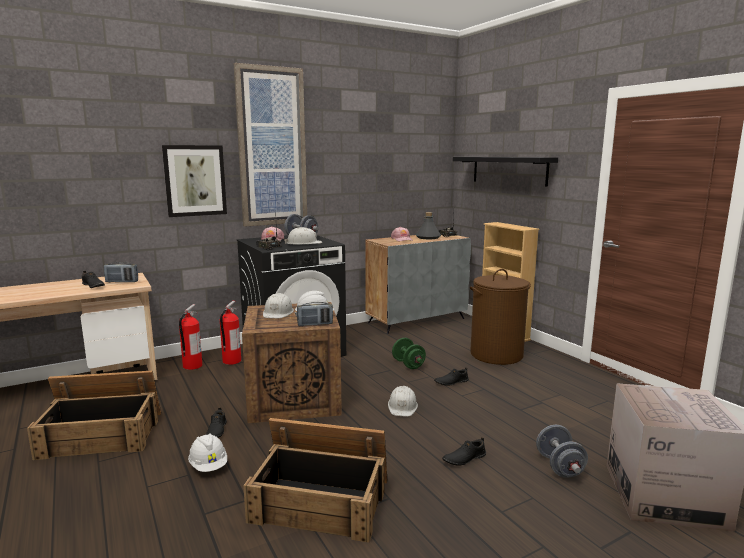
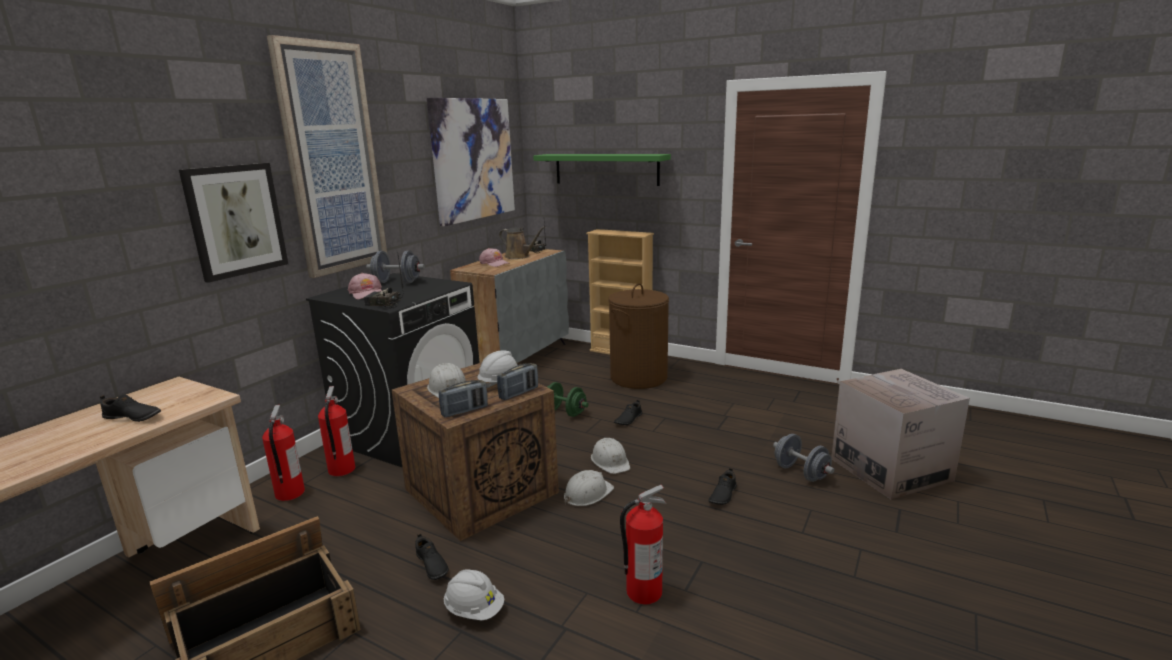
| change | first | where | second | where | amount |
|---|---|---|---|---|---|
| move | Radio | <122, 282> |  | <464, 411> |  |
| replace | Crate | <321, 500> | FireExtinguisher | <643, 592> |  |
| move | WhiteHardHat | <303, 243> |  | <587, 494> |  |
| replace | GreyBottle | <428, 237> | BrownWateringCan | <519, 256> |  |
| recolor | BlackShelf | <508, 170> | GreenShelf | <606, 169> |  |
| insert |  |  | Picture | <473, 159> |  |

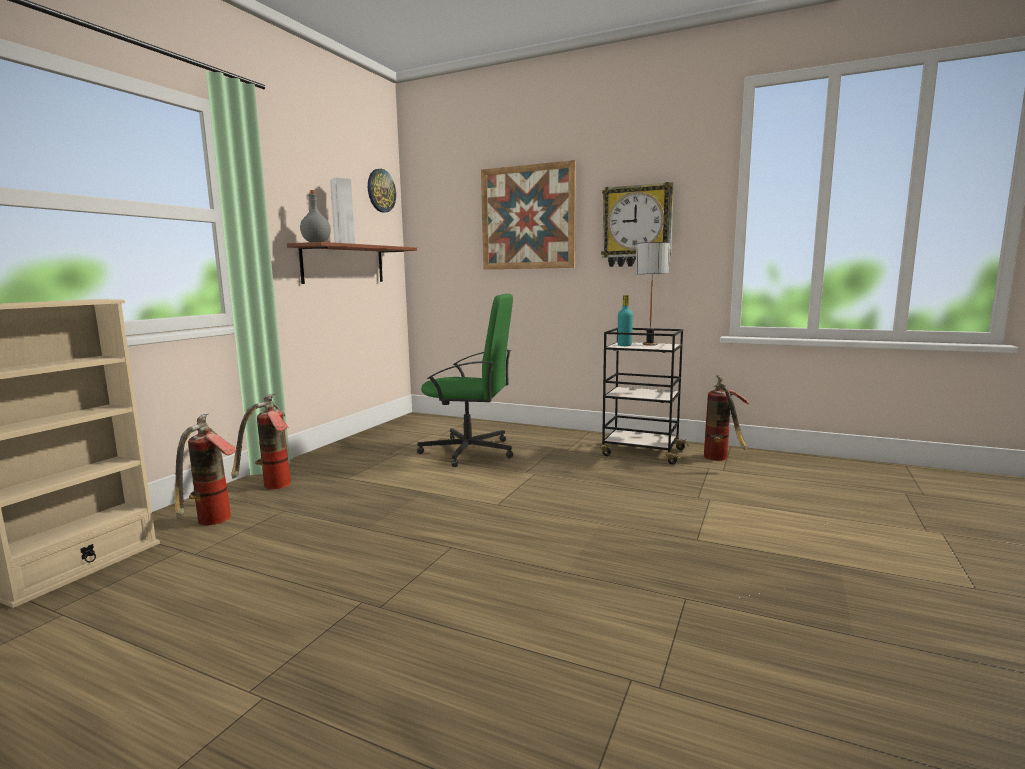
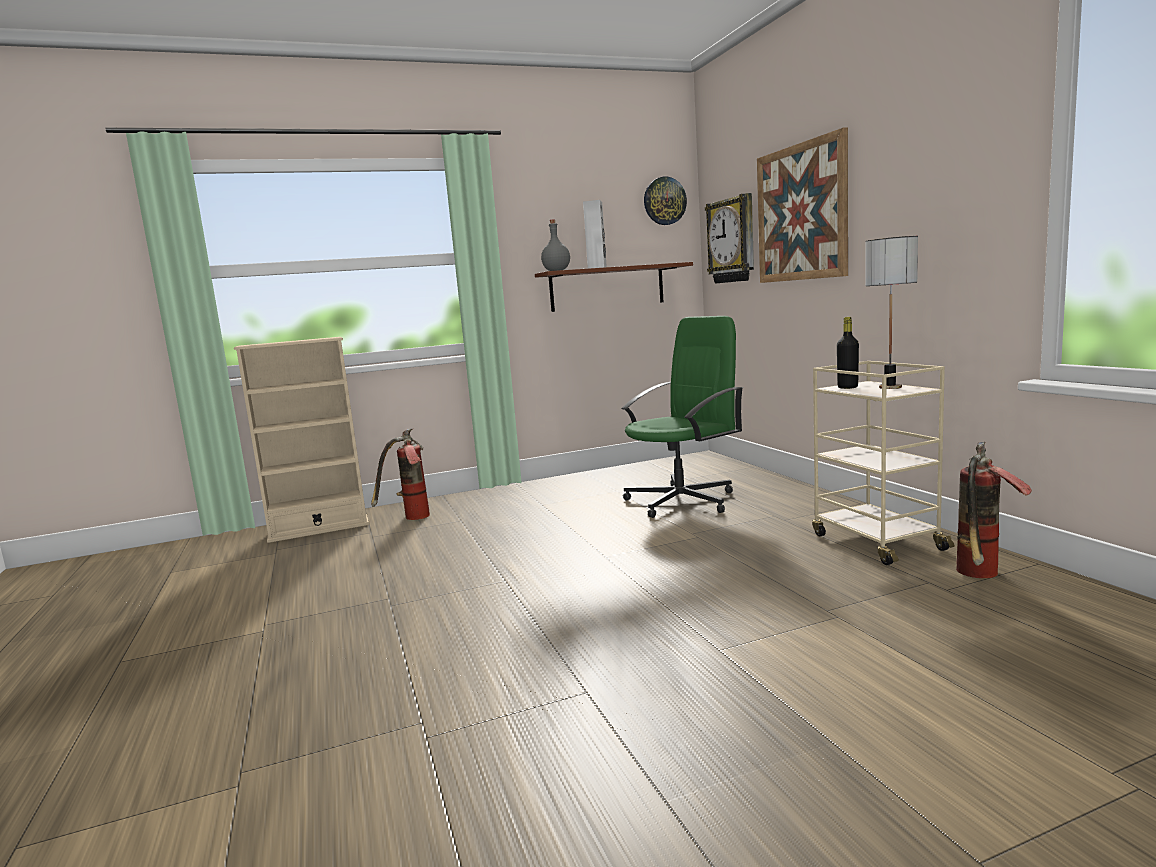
| change | first | where | second | where | amount |
|---|---|---|---|---|---|
| delete | FireExtinguisher | <271, 488> |  |  |  |
| rotate | GreenOfficeChair | <469, 451> |  | <682, 500> | 90 degrees counterclockwise |
| recolor | BlackCart | <641, 452> | BeigeCart | <875, 541> |  |
| move | WallClock | <637, 226> |  | <732, 240> |  |
| recolor | TurquoiseBottle | <624, 345> | BlackBottle | <847, 387> |  |

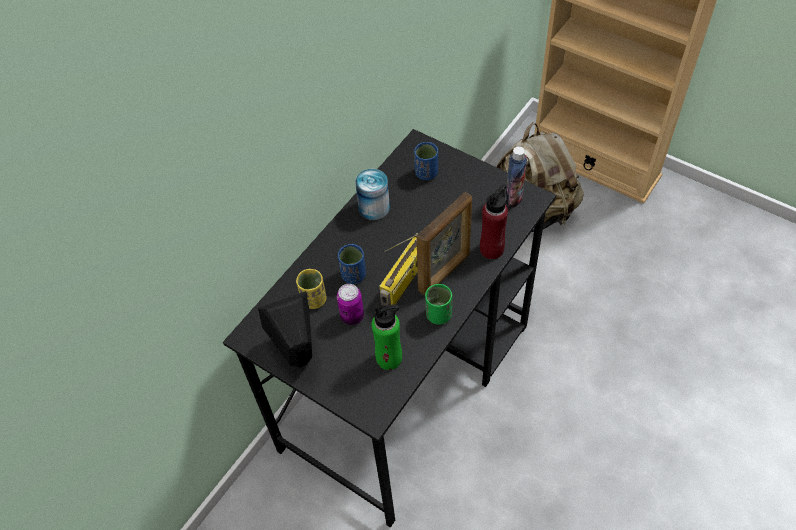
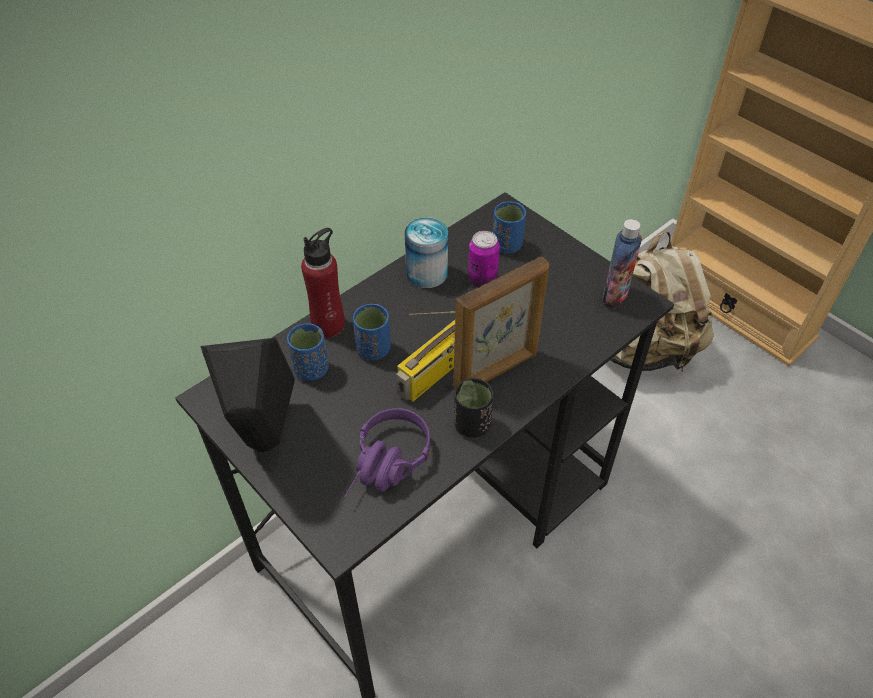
| change | first | where | second | where | amount |
|---|---|---|---|---|---|
| recolor | YellowCup | <314, 299> | BlueCup | <311, 369> |  |
| move | Can | <352, 316> |  | <482, 280> |  |
| replace | GreenBottle | <389, 358> | PurpleHeadphones | <386, 468> |  |
| recolor | GreenCup | <438, 315> | BlackCup | <472, 424> |  |
| move | RedBottle | <492, 249> |  | <328, 325> |  |

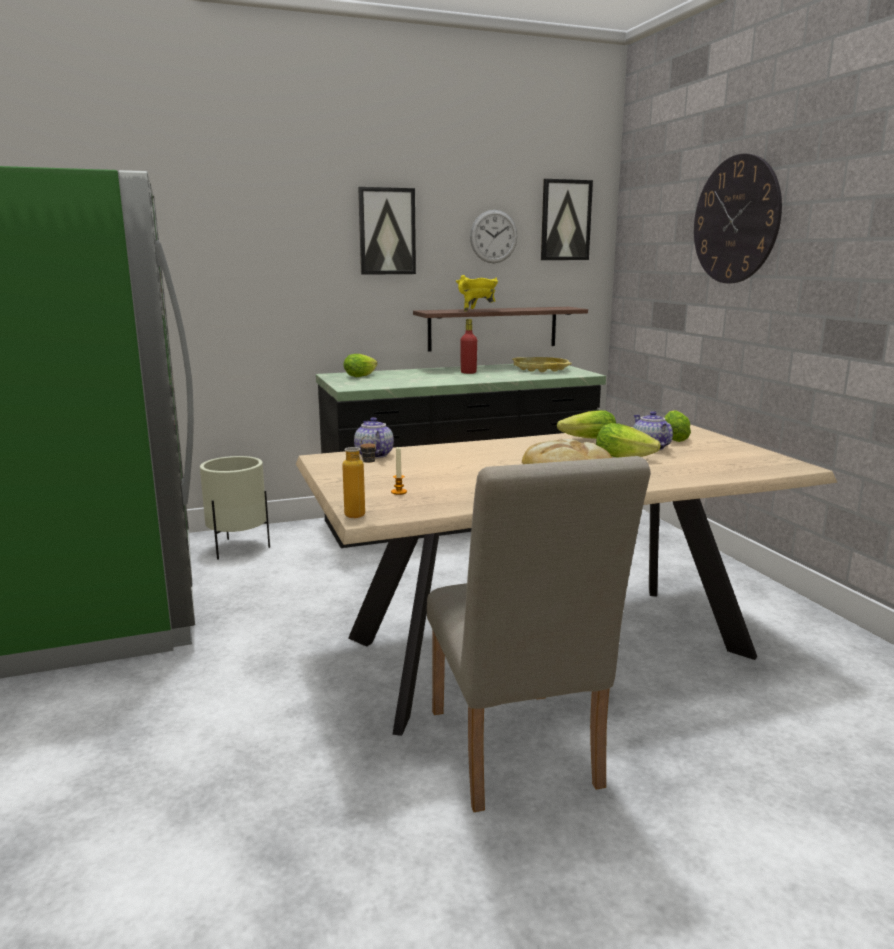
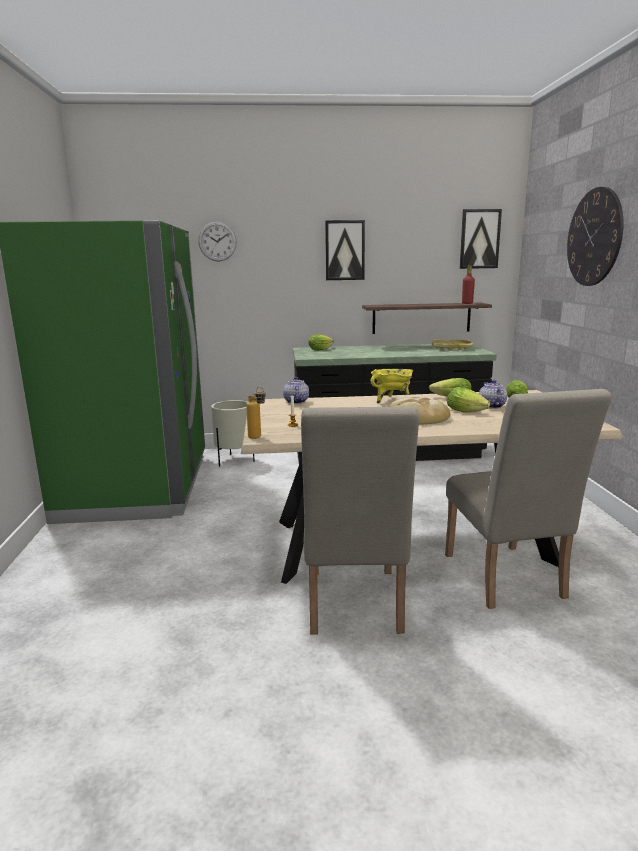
| change | first | where | second | where | amount |
|---|---|---|---|---|---|
| move | YellowCookingPot | <476, 310> |  | <391, 400> |  |
| move | RedBottle | <468, 373> |  | <467, 303> |  |
| move | WallClock | <493, 236> |  | <217, 241> |  |
| insert |  |  | BeigeChair | <506, 580> |  |

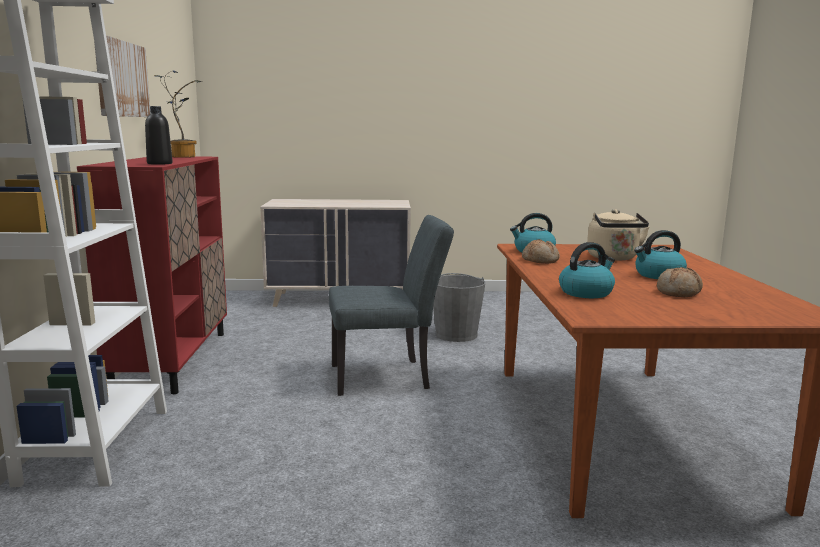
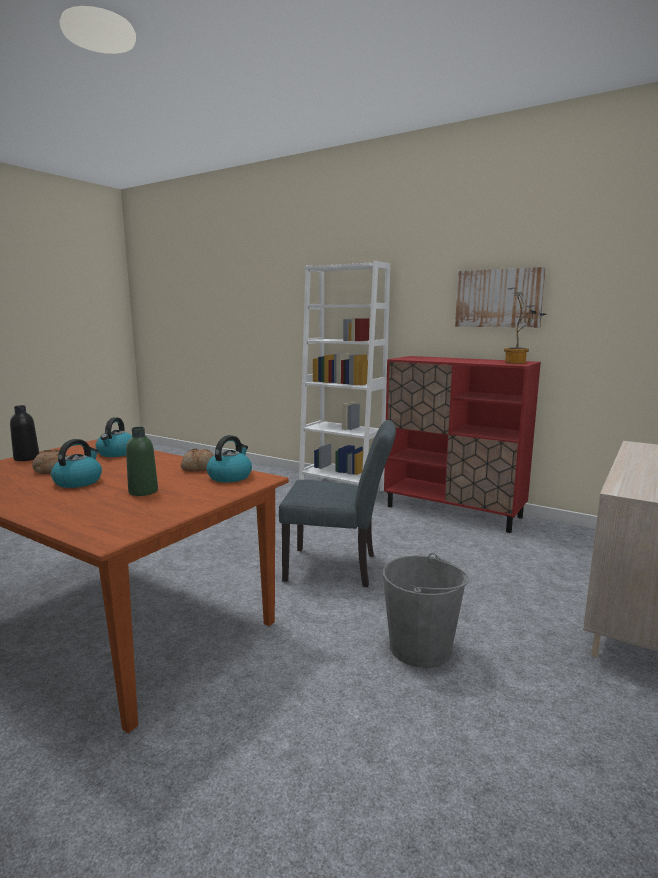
| change | first | where | second | where | amount |
|---|---|---|---|---|---|
| move | BlackBottle | <159, 163> |  | <26, 458> |  |
| rotate | GreyChair | <388, 376> |  | <339, 568> | 105 degrees counterclockwise |
| replace | BeigeKettle | <614, 258> | GreenBottle | <143, 492> |  |

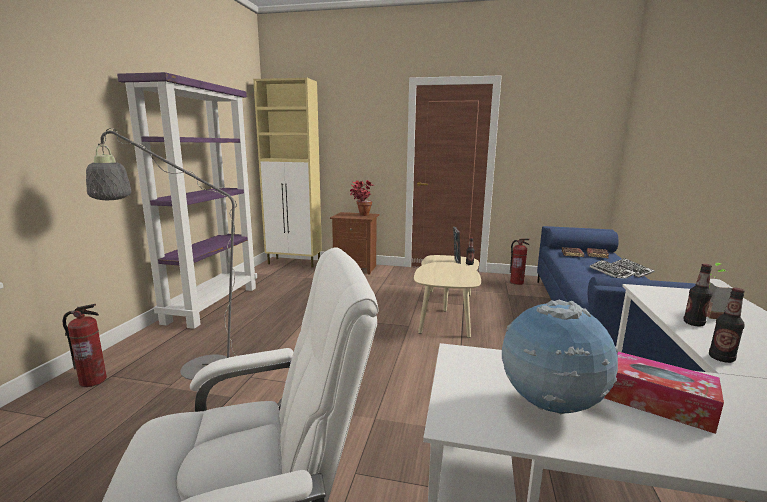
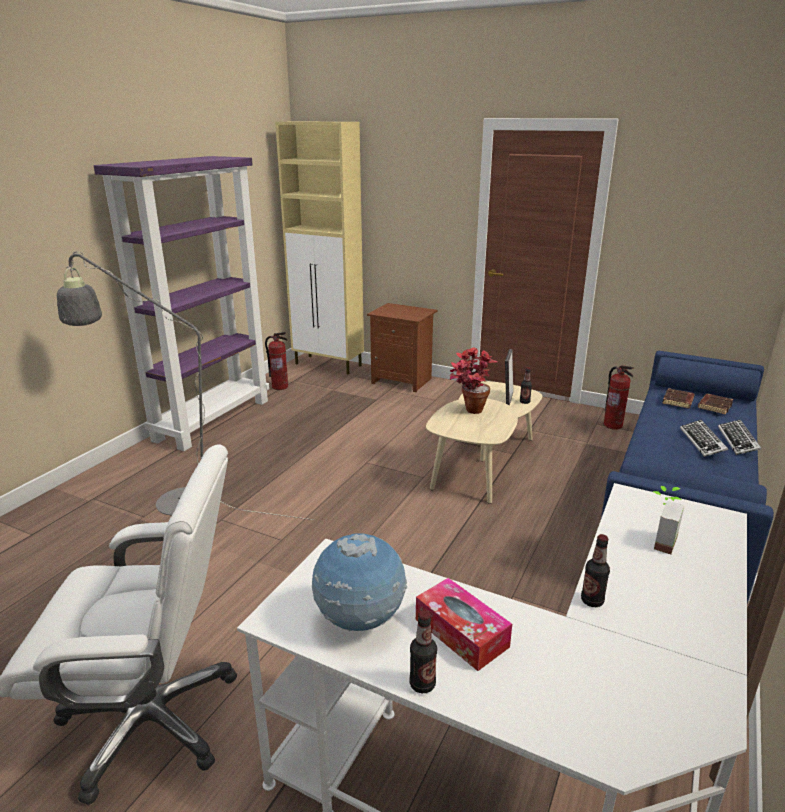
| change | first | where | second | where | amount |
|---|---|---|---|---|---|
| move | FireExtinguisher | <93, 380> |  | <280, 387> |  |
| move | PottedPlant | <361, 215> |  | <468, 411> |  |
| move | Bottle | <693, 323> |  | <422, 684> |  |

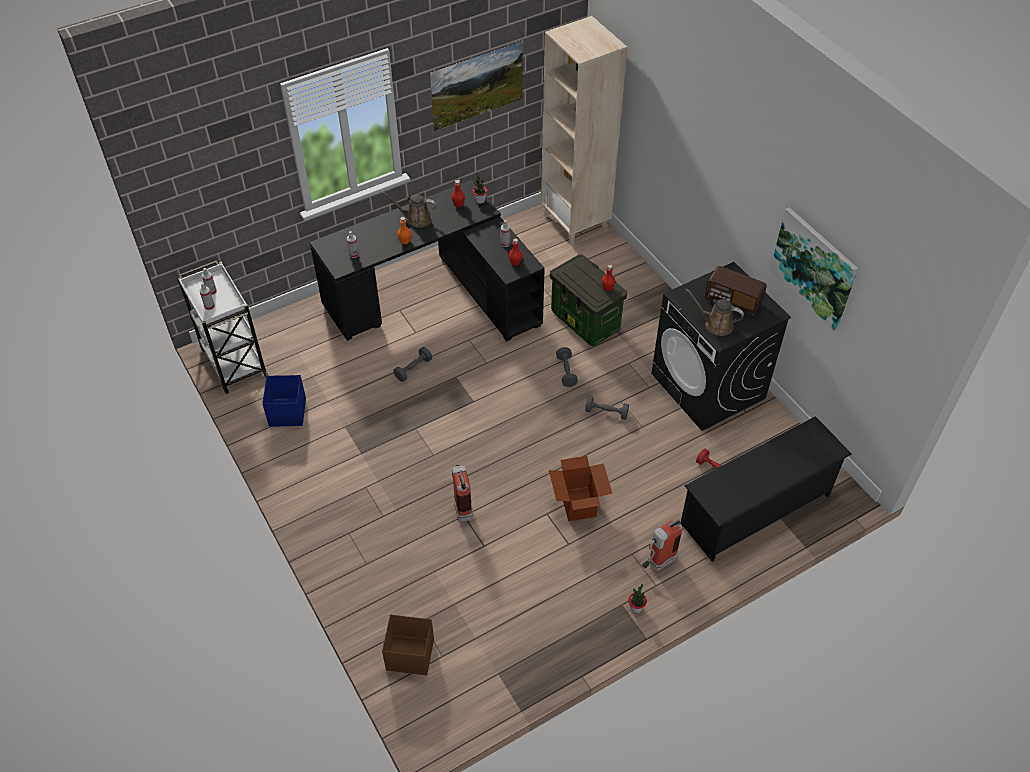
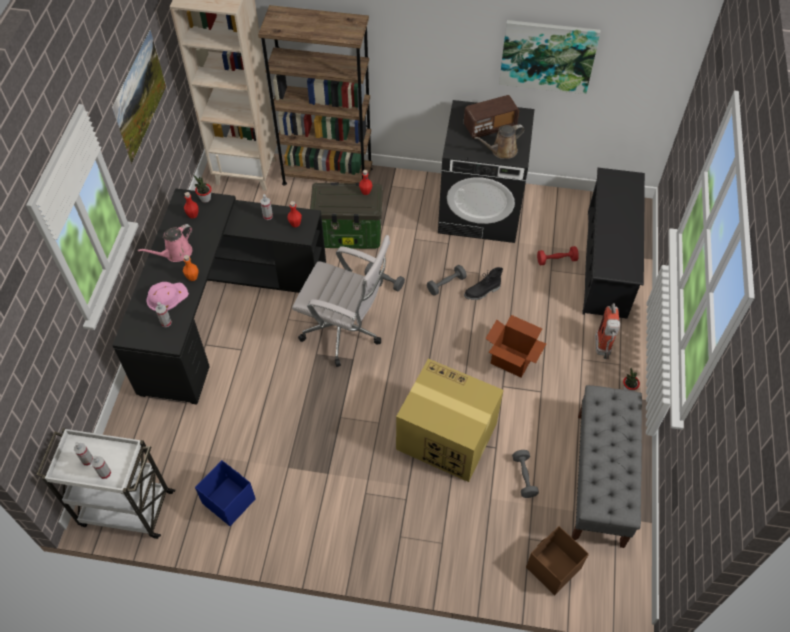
| change | first | where | second | where | amount |
|---|---|---|---|---|---|
| recolor | BrownWateringCan | <416, 219> | PinkWateringCan | <176, 253> |  |
| move | GreyDumbbell | <413, 369> |  | <524, 477> |  |
| replace | FireExtinguisher | <462, 505> | CardboardBox | <445, 436> |  |
| insert |  |  | PinkHardHat | <166, 297> |  |
| insert |  |  | BrownBookcase | <327, 176> |  |
| insert |  |  | WhiteOfficeChair | <345, 332> |  |
| insert |  |  | BlackBoot | <482, 292> |  |
| insert |  |  | GreyBench | <600, 479> |  |

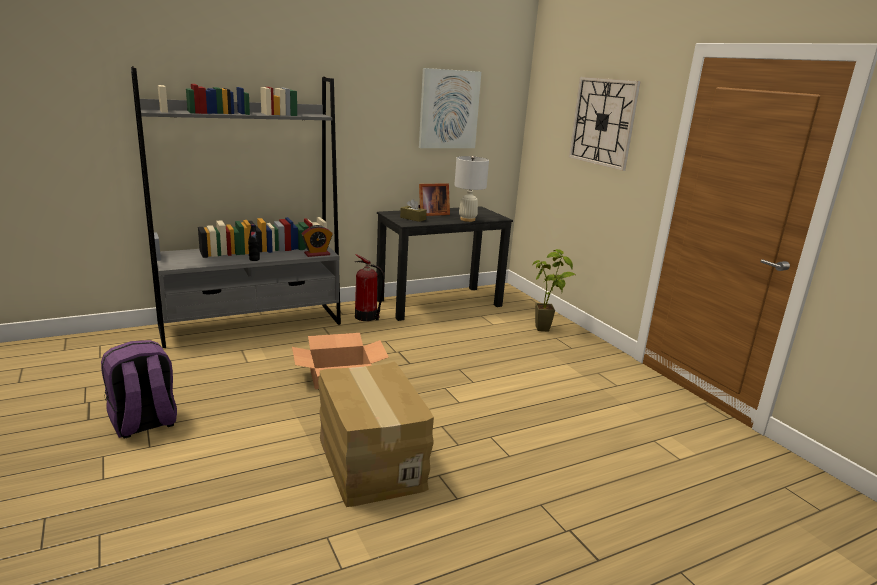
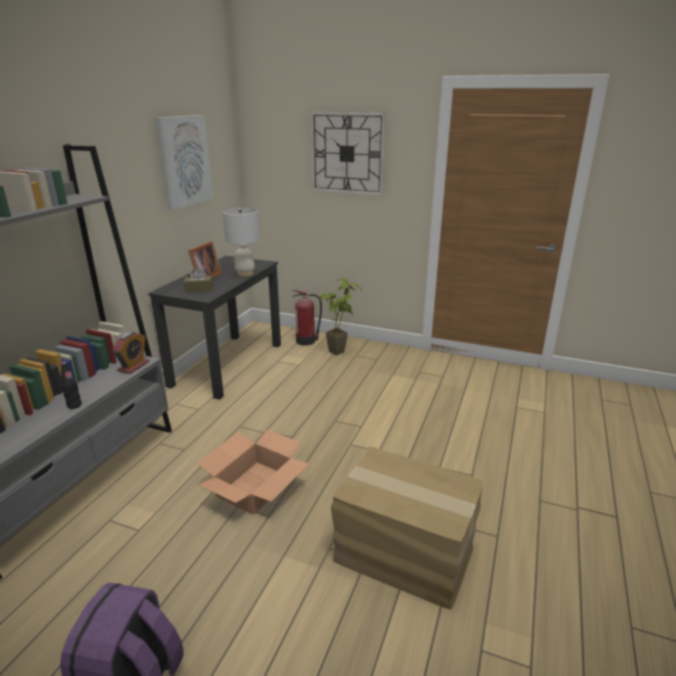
| change | first | where | second | where | amount |
|---|---|---|---|---|---|
| move | FireExtinguisher | <367, 317> |  | <307, 341> |  |

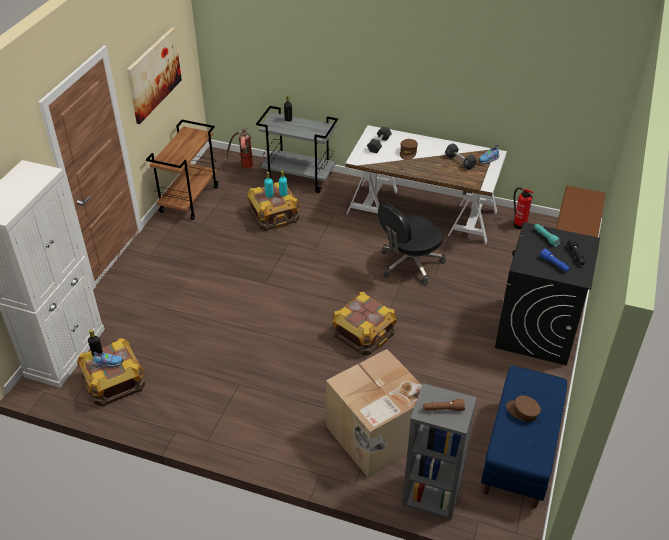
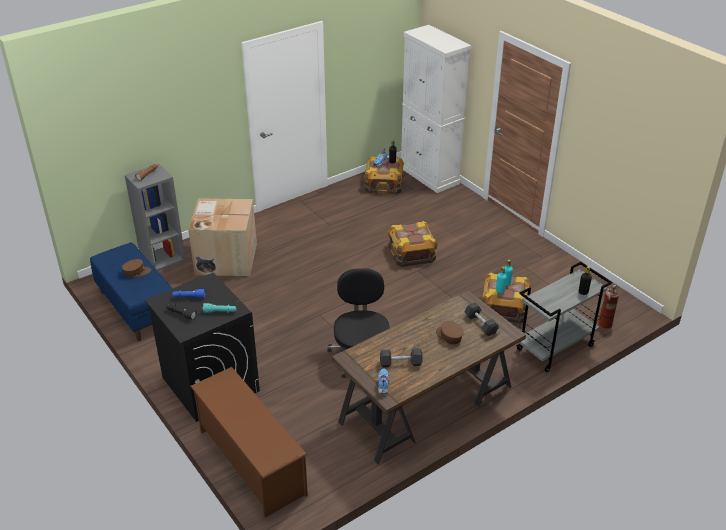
| change | first | where | second | where | amount |
|---|---|---|---|---|---|
| delete | Picture | <154, 74> |  |  |  |
| delete | BrownCart | <189, 199> |  |  |  |
| move | Crate | <363, 333> |  | <412, 254> |  |
| recolor | WhiteDesk | <422, 212> | BrownDesk | <427, 405> |  |
| delete | FireExtinguisher | <519, 224> |  |  |  |

